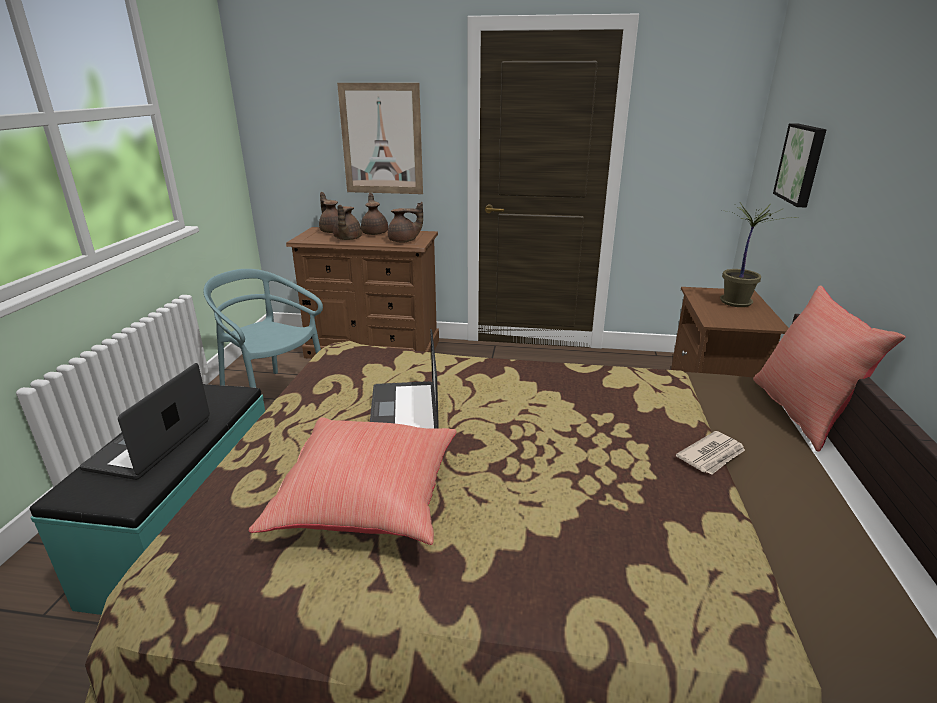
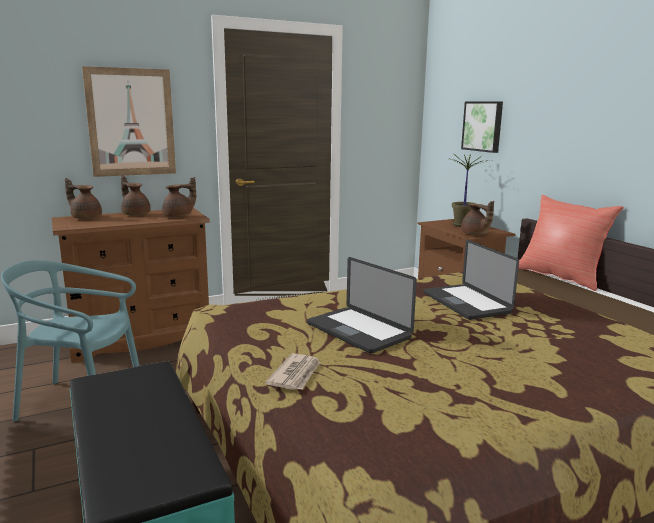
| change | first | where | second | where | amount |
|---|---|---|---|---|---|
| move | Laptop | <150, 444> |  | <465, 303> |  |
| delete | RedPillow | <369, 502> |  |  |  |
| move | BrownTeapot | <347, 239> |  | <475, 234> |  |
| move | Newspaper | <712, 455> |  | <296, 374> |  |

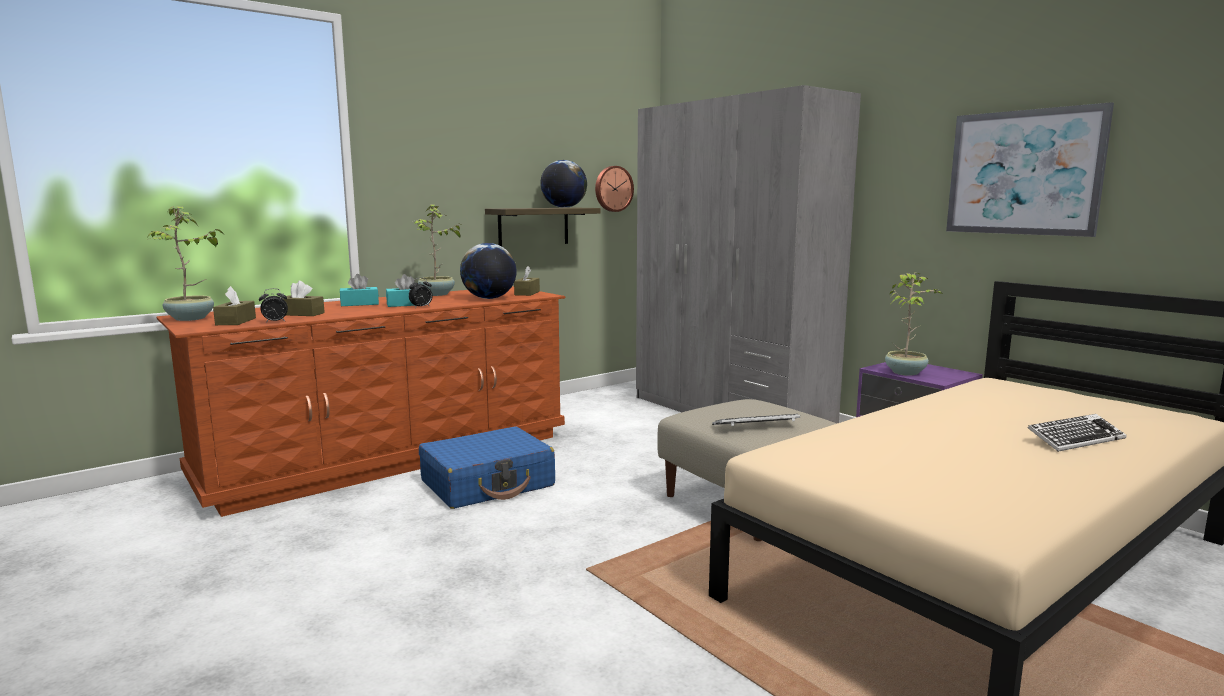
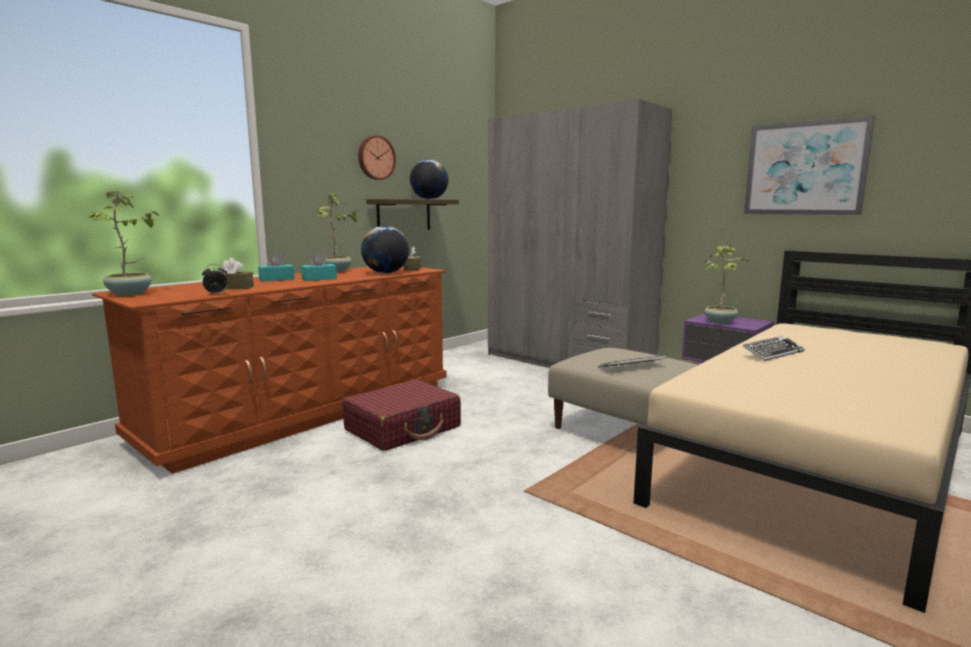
| change | first | where | second | where | amount |
|---|---|---|---|---|---|
| delete | BrownTissueBox | <236, 321> |  |  |  |
| delete | AlarmClock | <421, 307> |  |  |  |
| recolor | BlueSuitcase | <488, 484> | RedSuitcase | <403, 428> |  |
| move | WallClock | <613, 189> |  | <375, 158> |  |
| move | Keyboard | <1075, 439> |  | <773, 353> |  |

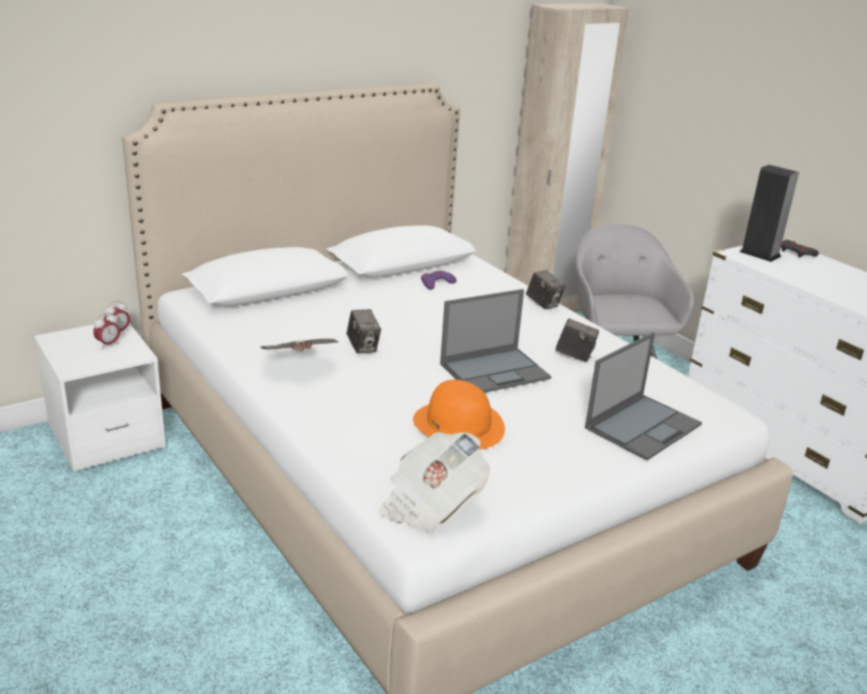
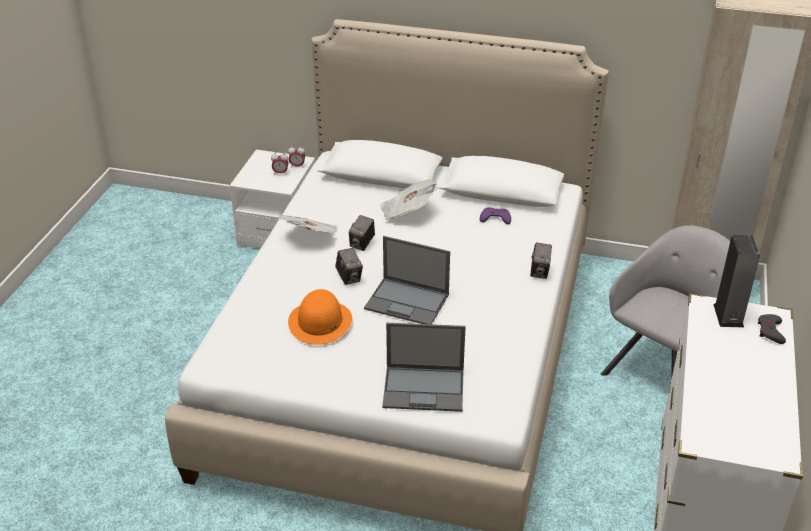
| change | first | where | second | where | amount |
|---|---|---|---|---|---|
| move | Newspaper | <431, 504> |  | <407, 212> |  |
| move | PhotoCamera | <575, 356> |  | <349, 277> |  |

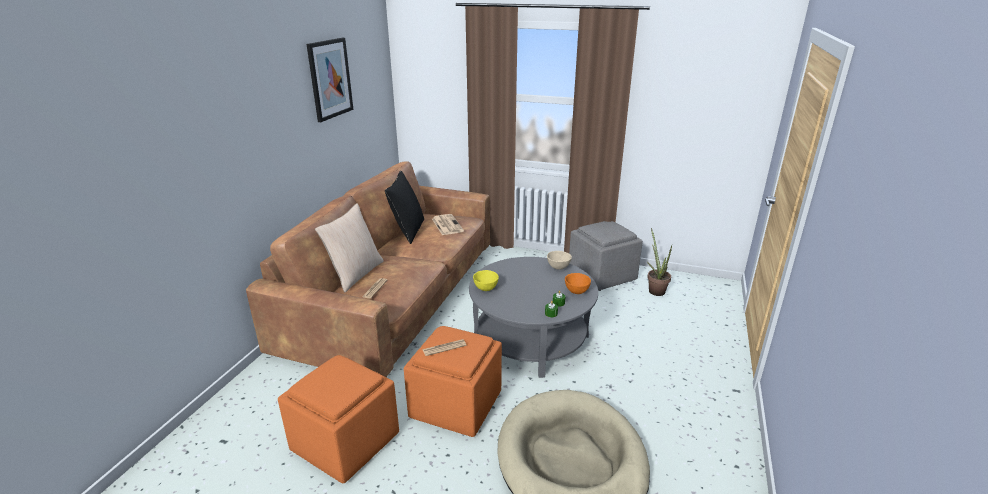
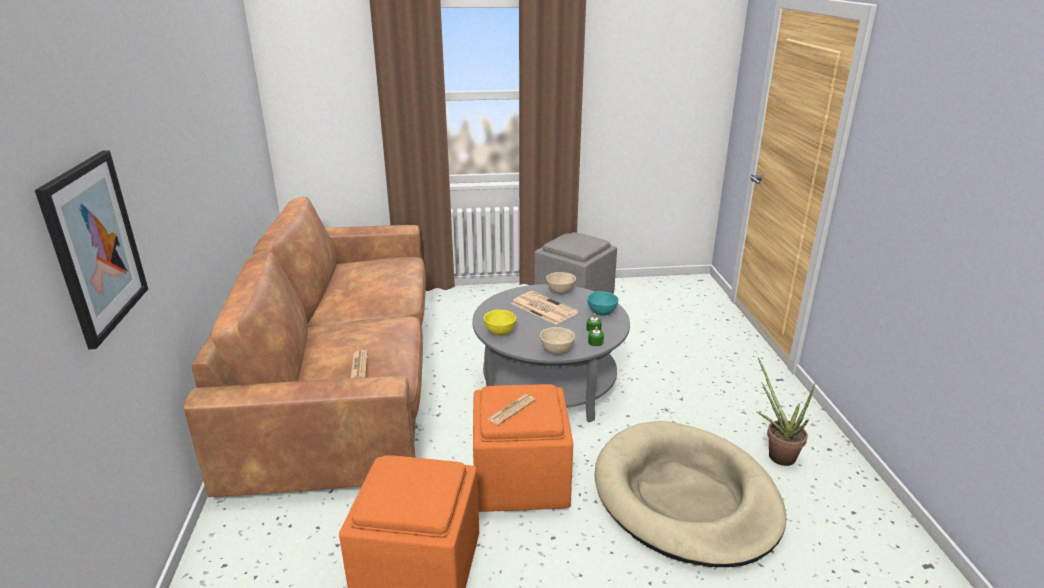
| change | first | where | second | where | amount |
|---|---|---|---|---|---|
| move | Picture | <330, 79> |  | <95, 246> |  |
| delete | BeigePillow | <355, 274> |  |  |  |
| delete | BlackPillow | <408, 231> |  |  |  |
| move | Newspaper | <446, 225> |  | <543, 308> |  |
| recolor | OrangeBowl | <576, 291> | TurquoiseBowl | <601, 312> |  |
| move | PottedPlant | <655, 290> |  | <776, 454> |  |
| insert |  |  | BeigeBowl | <556, 351> |  |

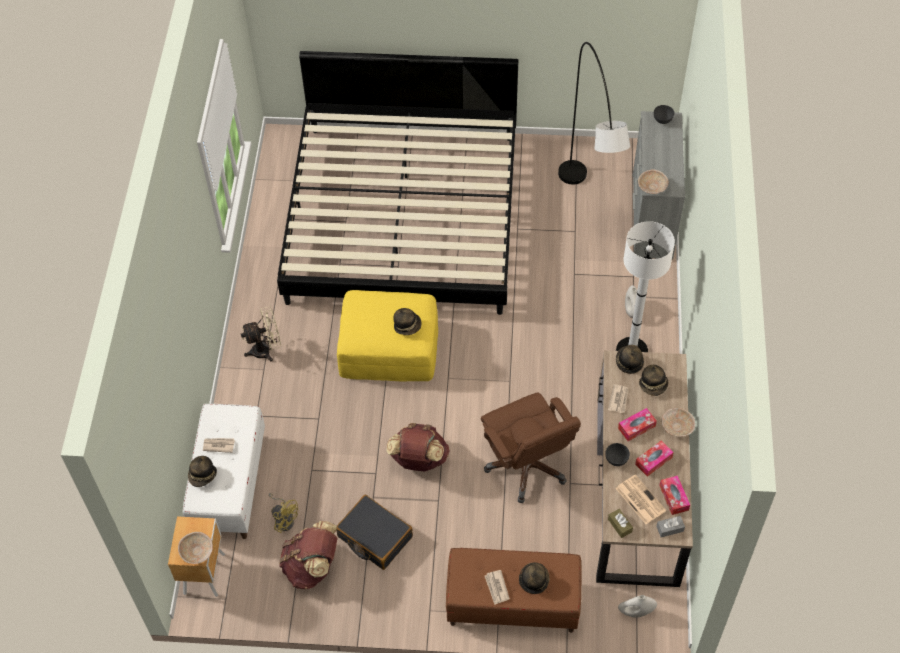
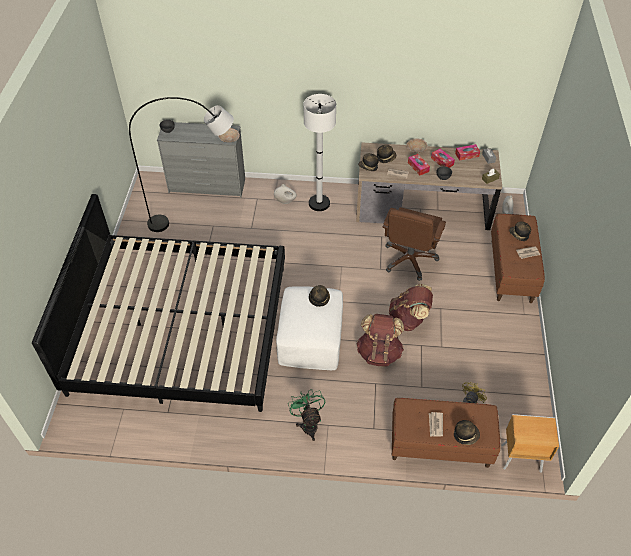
| change | first | where | second | where | amount |
|---|---|---|---|---|---|
| delete | BeigeBowl | <197, 552> |  |  |  |
| recolor | WhiteBench | <229, 485> | BrownBench | <439, 445> |  |
| recolor | BeigeFan | <266, 350> | GreenFan | <308, 424> |  |
| move | BrownBackpack | <312, 567> |  | <379, 352> |  |
| delete | BlackSuitcase | <374, 537> |  |  |  |
| recolor | YellowOttoman | <389, 348> | WhiteOttoman | <310, 337> |  |
| rotate | BrownOfficeChair | <527, 466> |  | <409, 259> | 135 degrees clockwise |
| delete | Newspaper | <639, 499> |  |  |  |

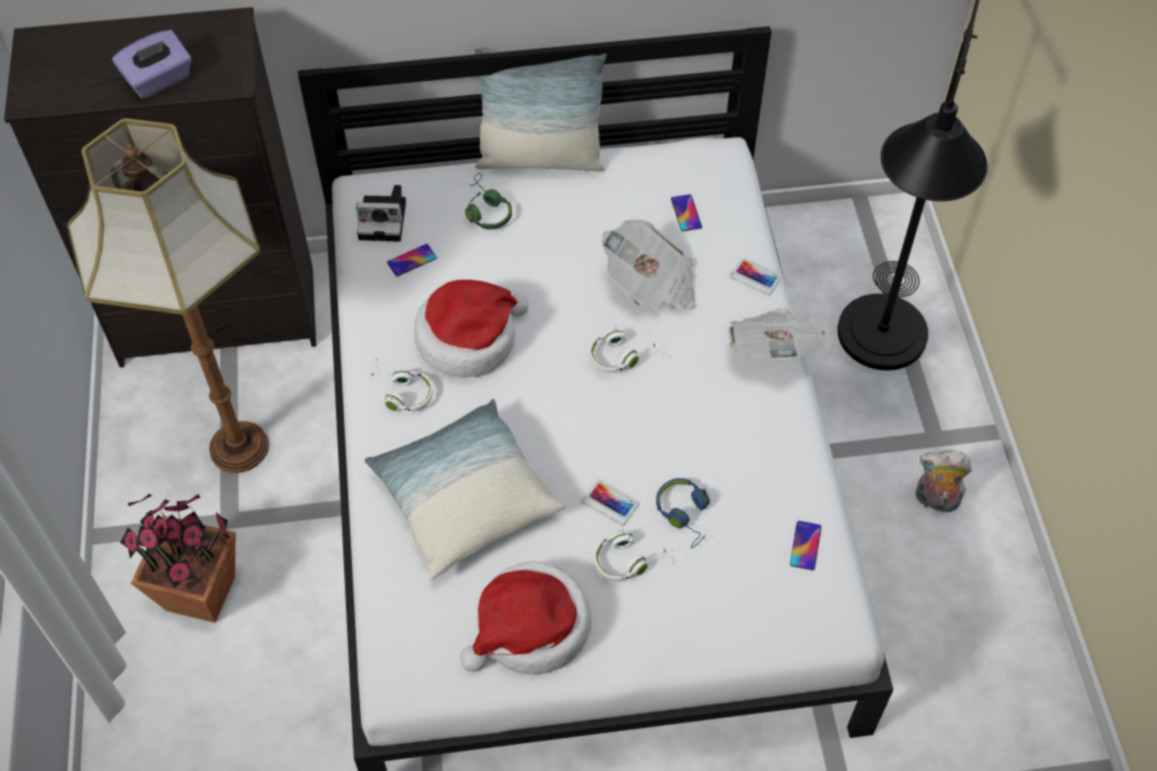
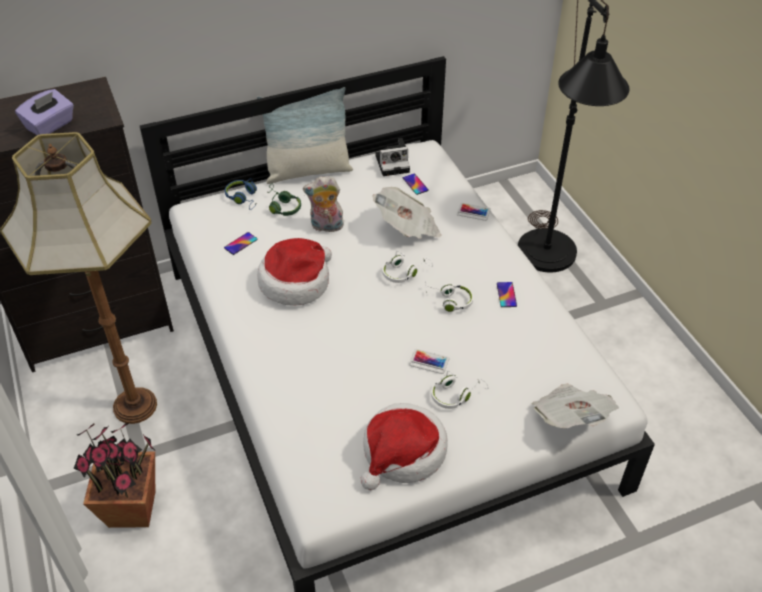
| change | first | where | second | where | amount |
|---|---|---|---|---|---|
| move | PhotoCamera | <385, 220> |  | <393, 163> |  |
| delete | Pillow | <464, 499> |  |  |  |
| move | WhiteHeadphones | <401, 392> |  | <449, 300> |  |
| move | BlueHeadphones | <685, 514> |  | <243, 198> |  |
| move | Newspaper | <772, 349> |  | <570, 418> |  |
| move | Phone | <805, 545> |  | <506, 295> |  |
| move | PlushToy | <935, 501> |  | <326, 227> |  |

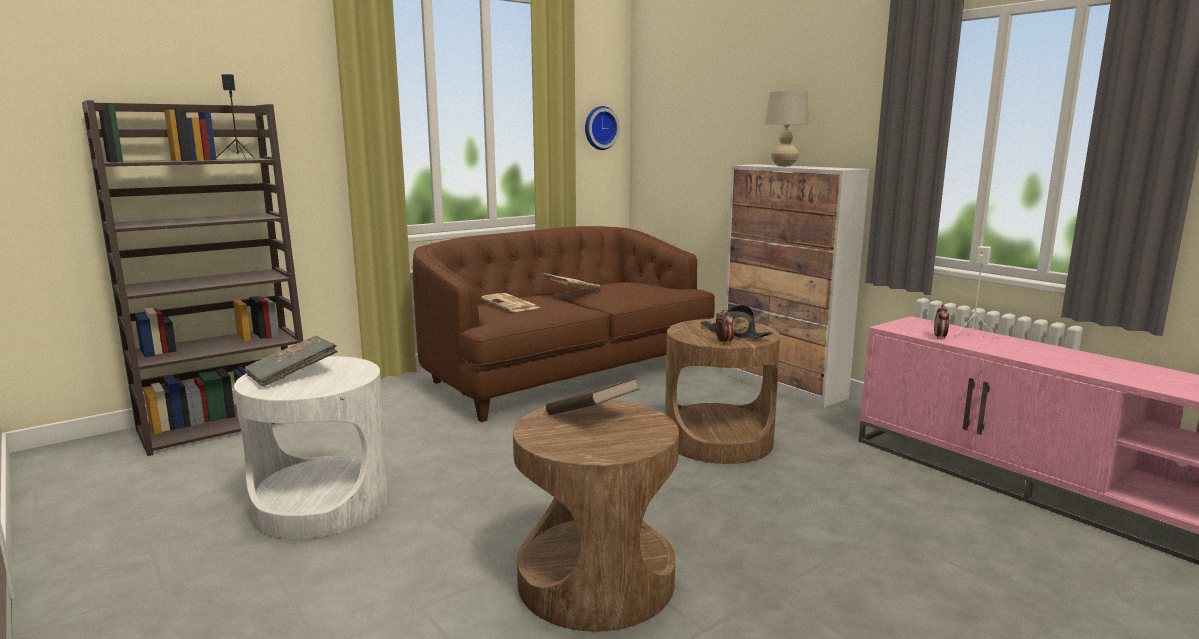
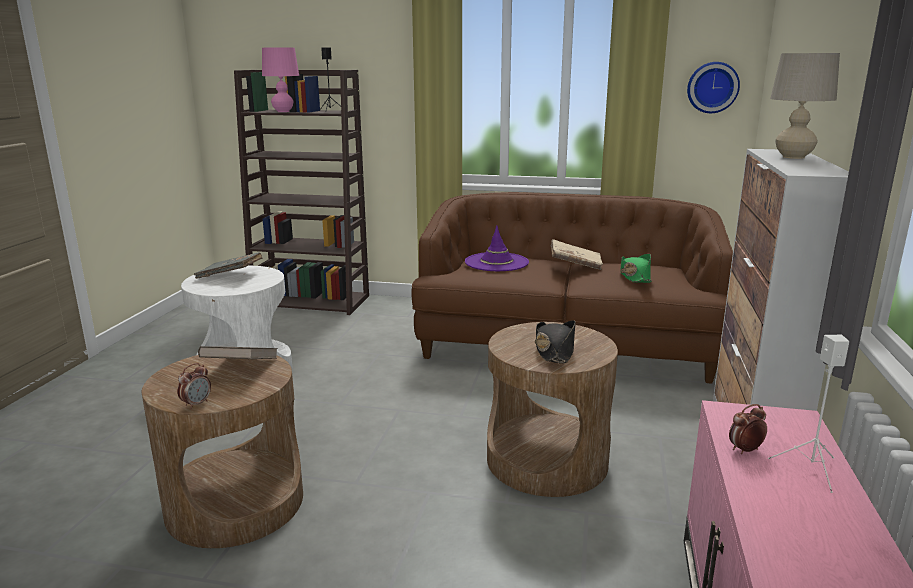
| change | first | where | second | where | amount |
|---|---|---|---|---|---|
| replace | Newspaper | <511, 304> | PurpleHat | <496, 262> |  |
| move | AlarmClock | <724, 342> |  | <196, 404> |  |
| insert |  |  | PinkTableLamp | <283, 111> |  |
| insert |  |  | GreenHat | <634, 276> |  |

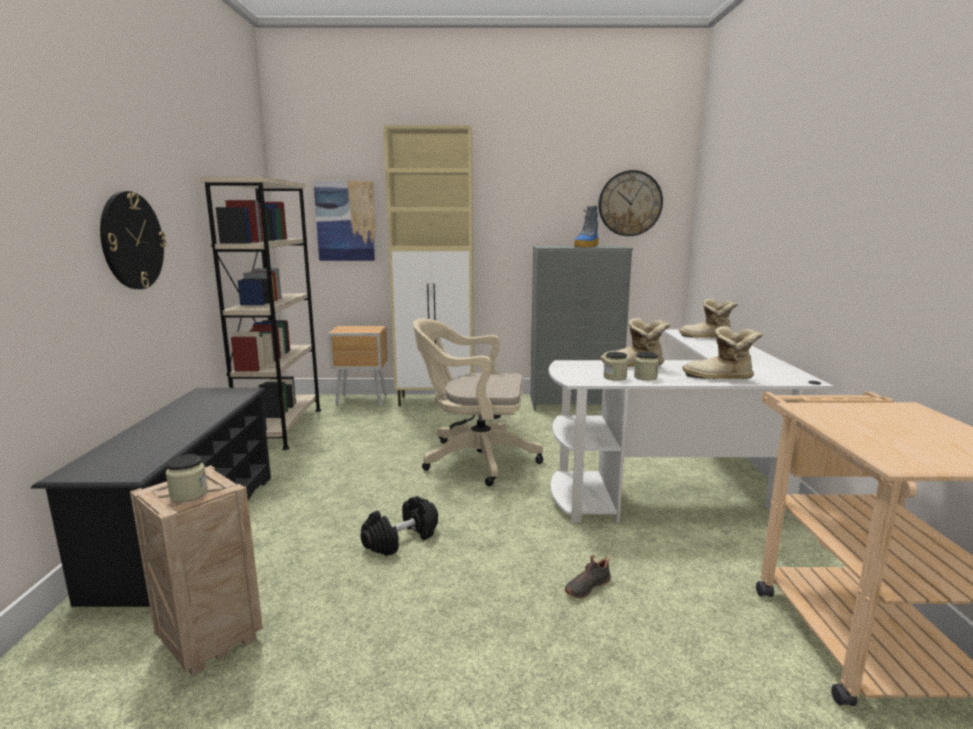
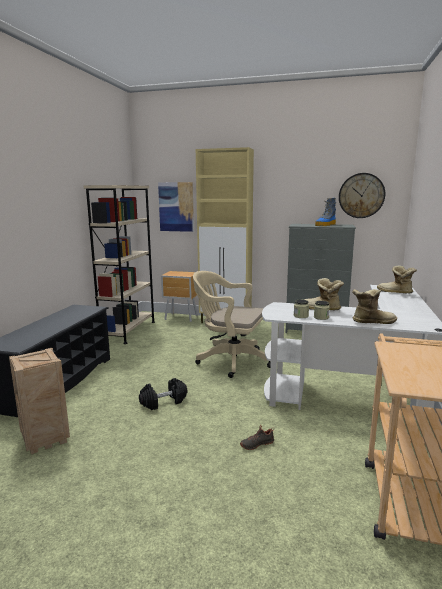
| change | first | where | second | where | amount |
|---|---|---|---|---|---|
| delete | WallClock | <132, 241> |  |  |  |
| delete | Jar | <189, 494> |  |  |  |
| rotate | Boot | <719, 378> |  | <371, 322> | 135 degrees clockwise |

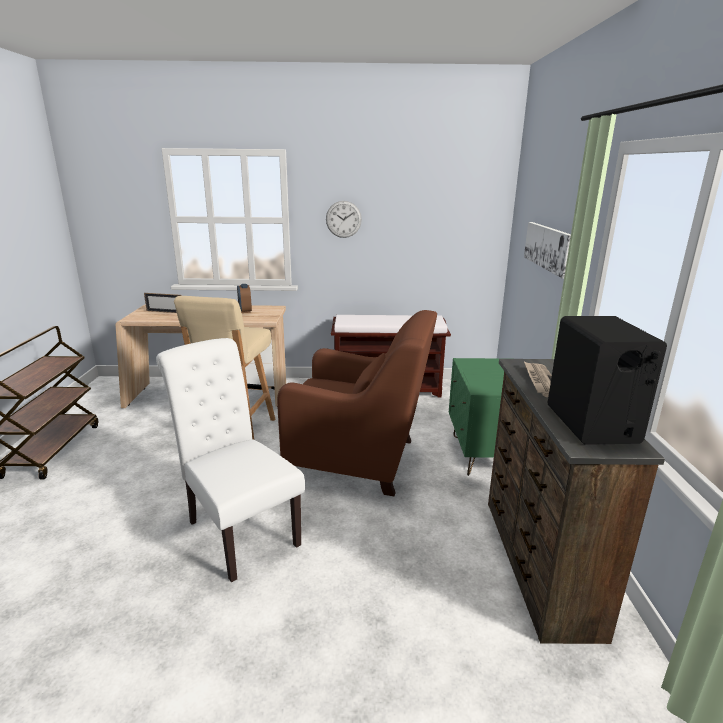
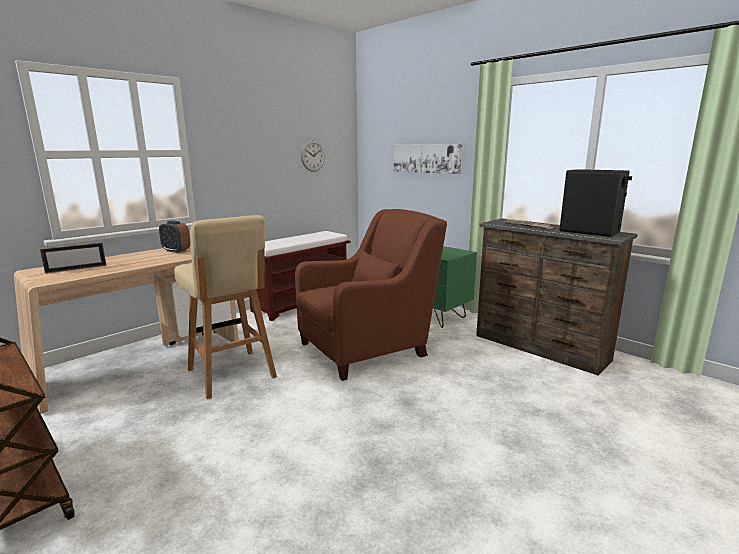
| change | first | where | second | where | amount |
|---|---|---|---|---|---|
| delete | WhiteChair | <238, 529> |  |  |  |
| move | WallClock | <343, 219> |  | <313, 156> |  |

